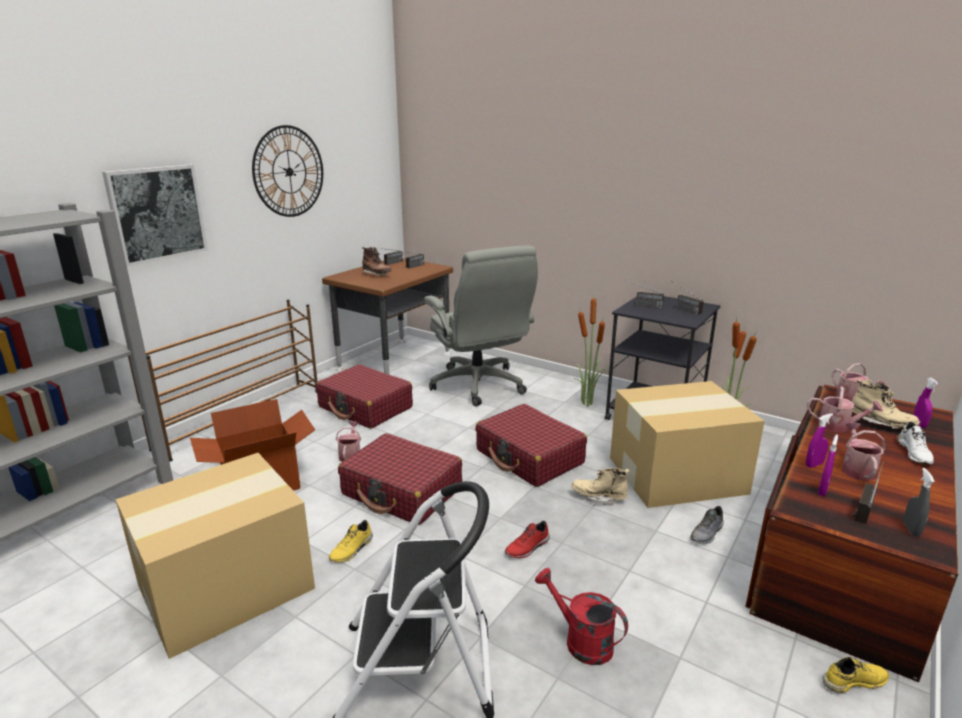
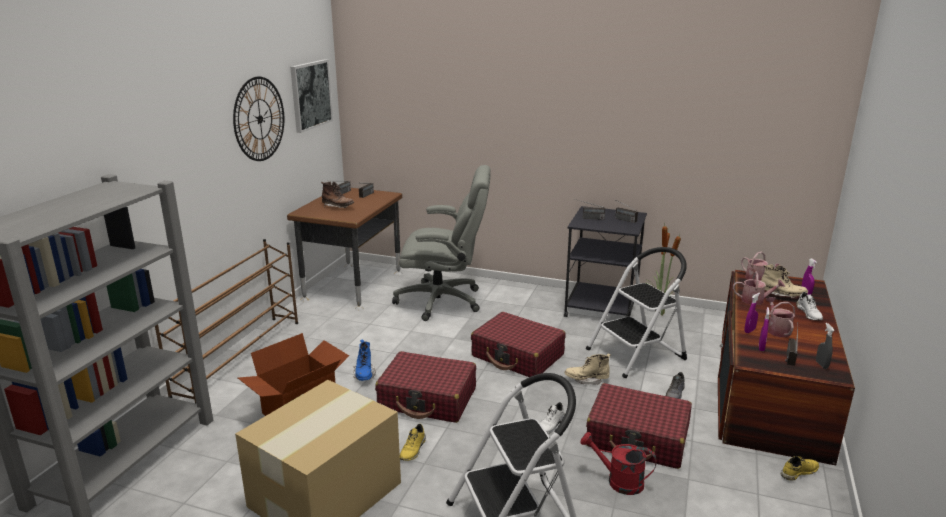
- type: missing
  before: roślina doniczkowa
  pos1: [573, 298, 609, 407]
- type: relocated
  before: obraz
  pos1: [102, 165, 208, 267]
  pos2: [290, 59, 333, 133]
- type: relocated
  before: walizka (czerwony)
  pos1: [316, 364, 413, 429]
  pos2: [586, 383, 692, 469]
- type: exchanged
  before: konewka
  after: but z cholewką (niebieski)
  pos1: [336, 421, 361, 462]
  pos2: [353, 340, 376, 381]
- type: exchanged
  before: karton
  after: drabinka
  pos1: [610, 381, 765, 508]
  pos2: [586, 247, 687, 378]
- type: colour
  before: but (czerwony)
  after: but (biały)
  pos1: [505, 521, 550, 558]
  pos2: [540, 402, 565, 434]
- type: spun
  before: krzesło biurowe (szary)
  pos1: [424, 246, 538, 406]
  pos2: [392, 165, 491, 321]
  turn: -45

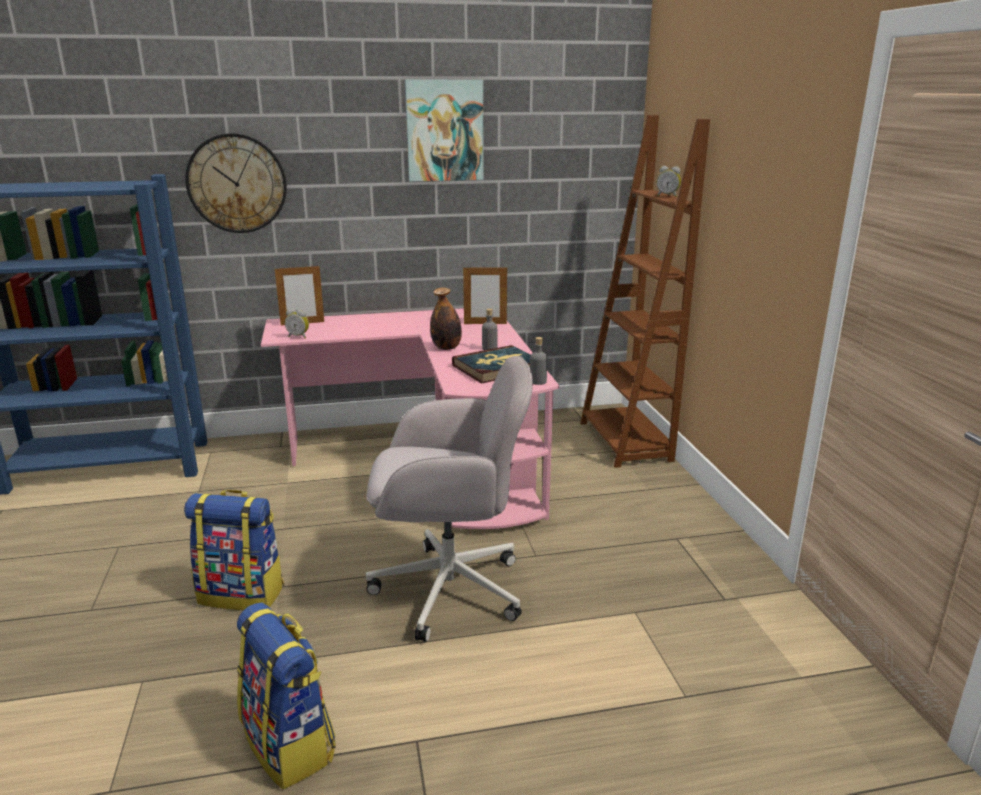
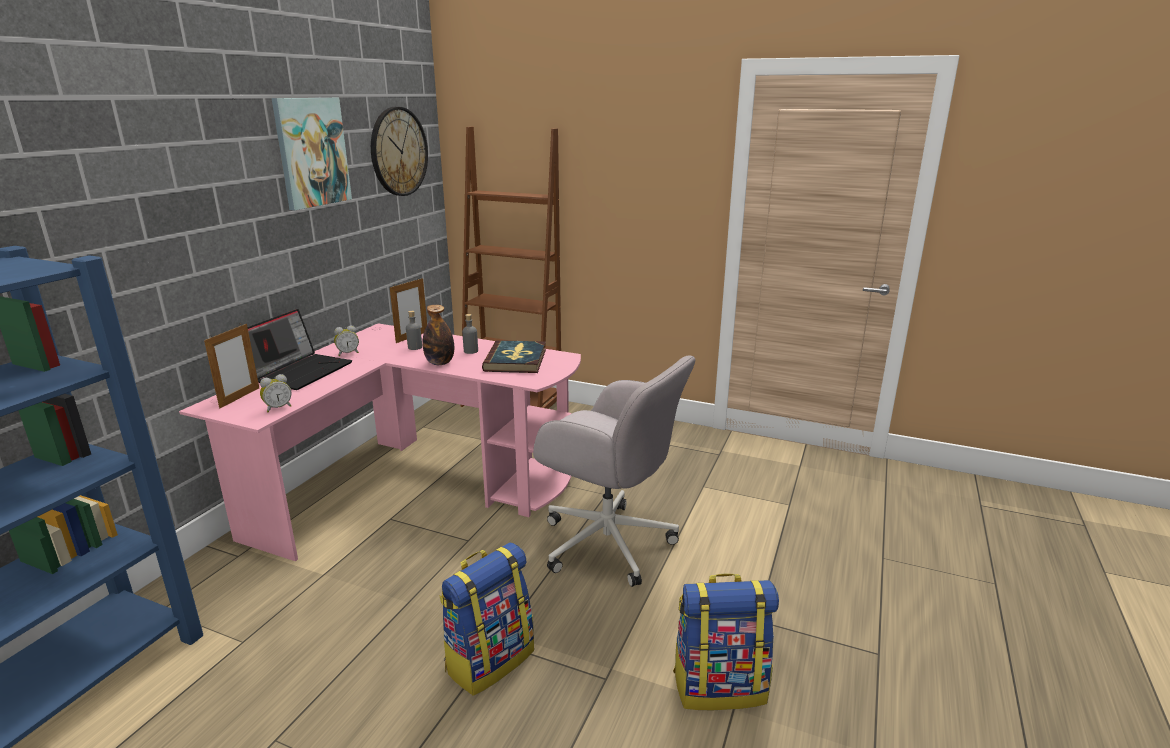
- type: appeared
  after: laptop
  pos2: [248, 309, 352, 390]
- type: relocated
  before: zegar ścienny
  pos1: [185, 133, 287, 233]
  pos2: [371, 107, 428, 196]
- type: relocated
  before: butelka (szary)
  pos1: [530, 337, 547, 385]
  pos2: [406, 311, 422, 350]
- type: relocated
  before: budzik
  pos1: [657, 166, 681, 197]
  pos2: [334, 325, 359, 356]
- type: spun
  before: krzesło biurowe (szary)
  pos1: [366, 356, 533, 642]
  pos2: [533, 356, 695, 587]
  turn: 90

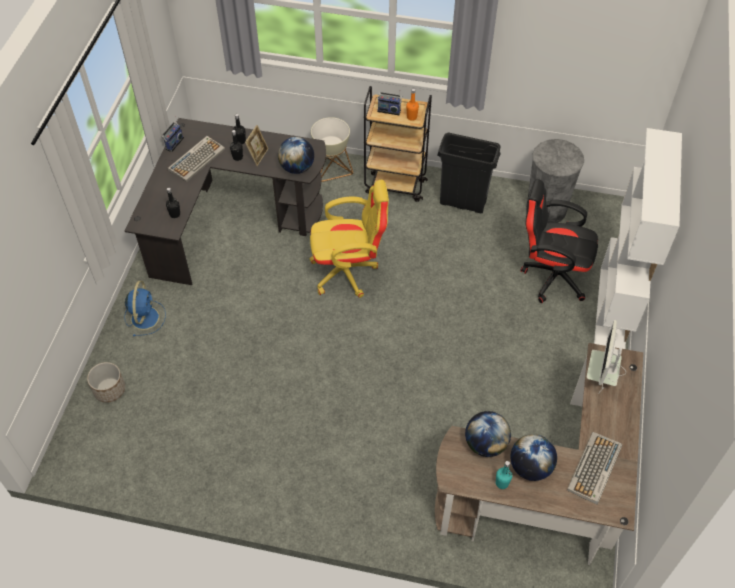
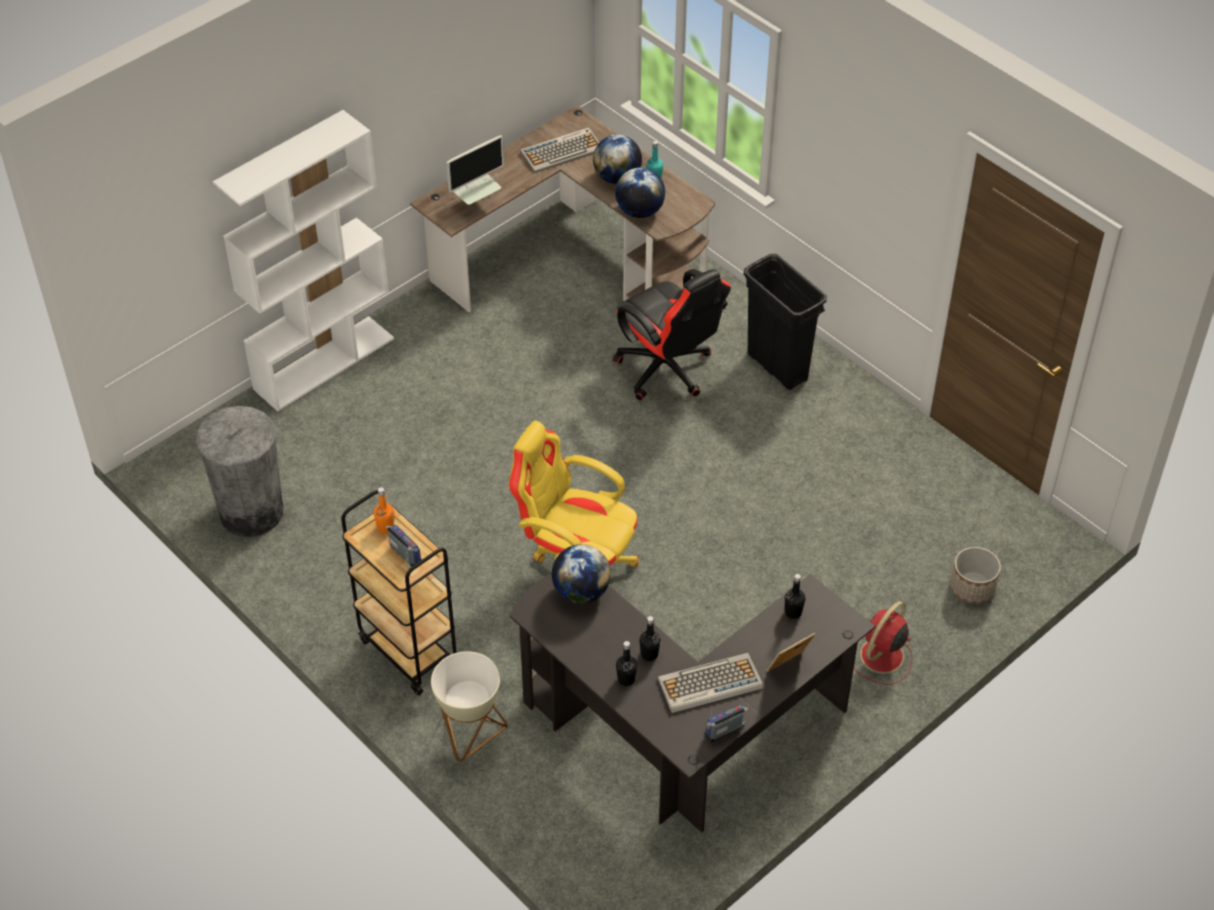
- type: relocated
  before: ramka na zdjęcie
  pos1: [245, 125, 268, 166]
  pos2: [766, 633, 816, 672]
- type: relocated
  before: kosz na śmieci (czarny)
  pos1: [437, 132, 501, 214]
  pos2: [743, 254, 827, 390]
- type: relocated
  before: krzesło biurowe (czarny)
  pos1: [521, 179, 598, 303]
  pos2: [612, 269, 731, 400]
- type: colour
  before: wentylator (niebieski)
  after: wentylator (czerwony)
  pos1: [124, 281, 166, 336]
  pos2: [854, 601, 912, 685]

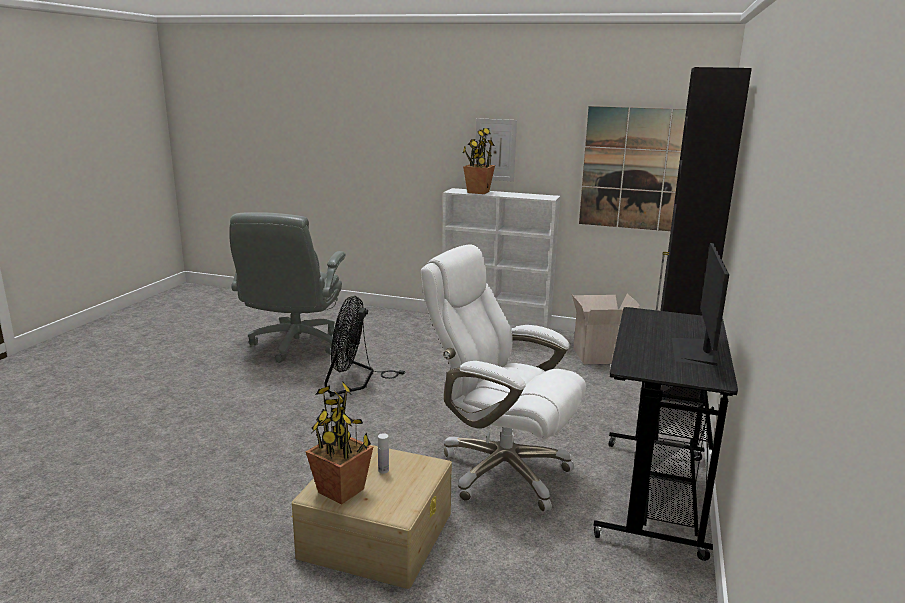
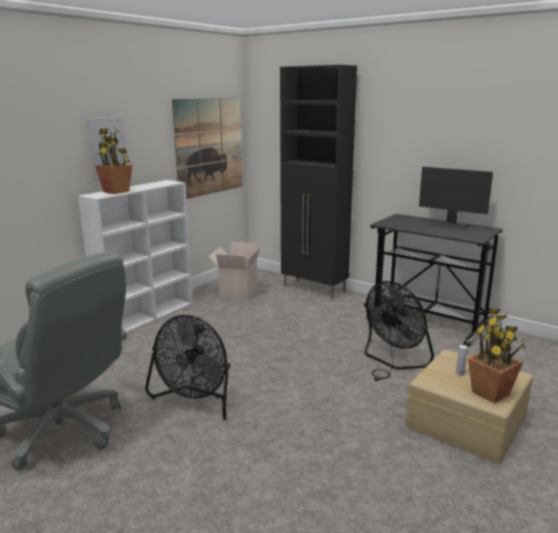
- type: exchanged
  before: krzesło biurowe (biały)
  after: wentylator (czarny)
  pos1: [421, 244, 586, 512]
  pos2: [364, 281, 434, 381]

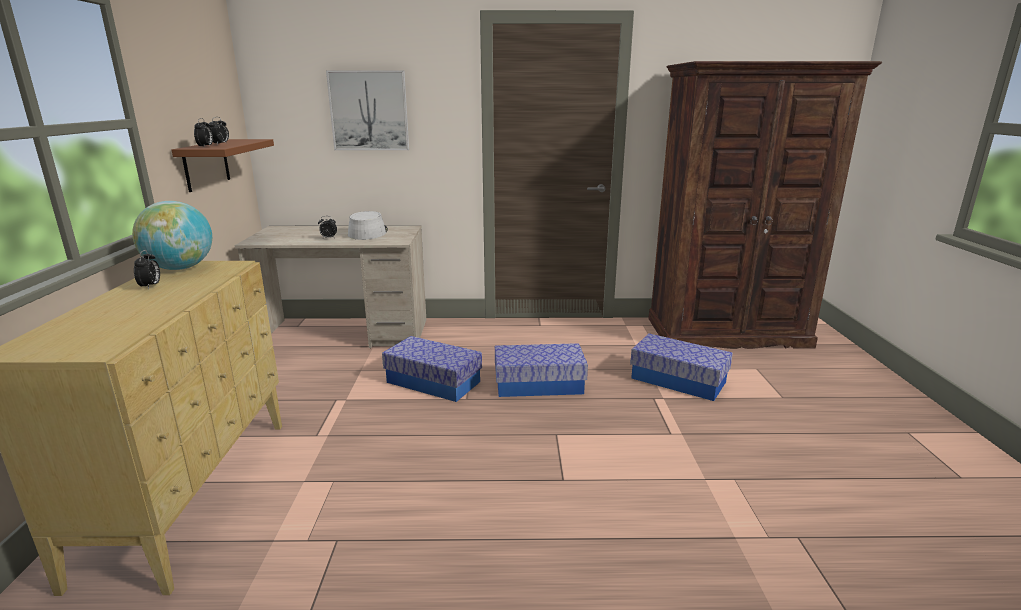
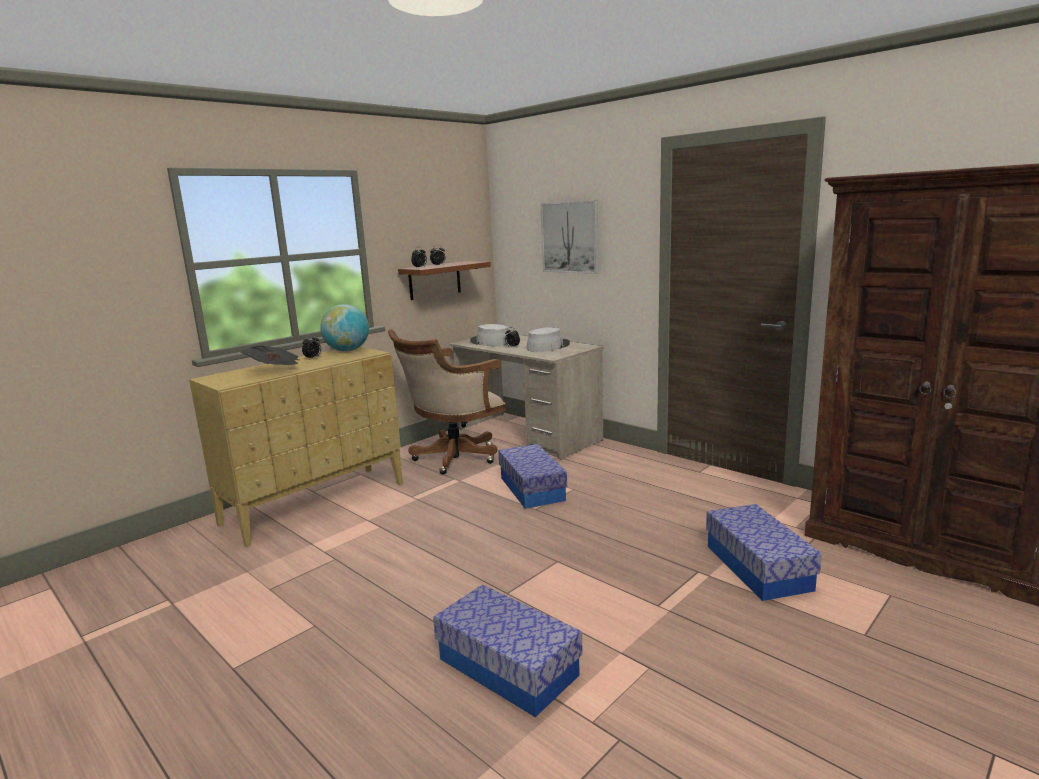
- type: appeared
  after: gazeta
  pos2: [241, 346, 299, 365]
- type: appeared
  after: krzesło biurowe
  pos2: [388, 329, 506, 474]
- type: appeared
  after: kapelusz (szary)
  pos2: [470, 324, 508, 346]
- type: relocated
  before: pojemnik do przechowywania
  pos1: [495, 343, 588, 397]
  pos2: [433, 584, 583, 717]

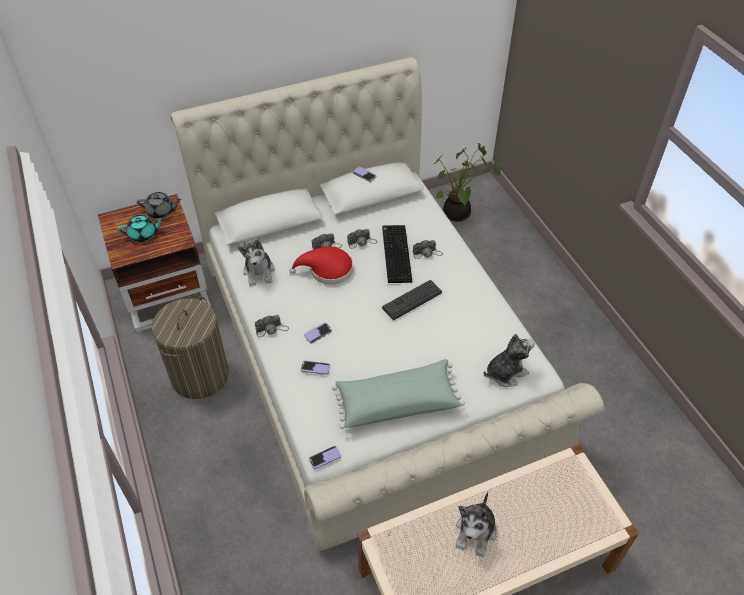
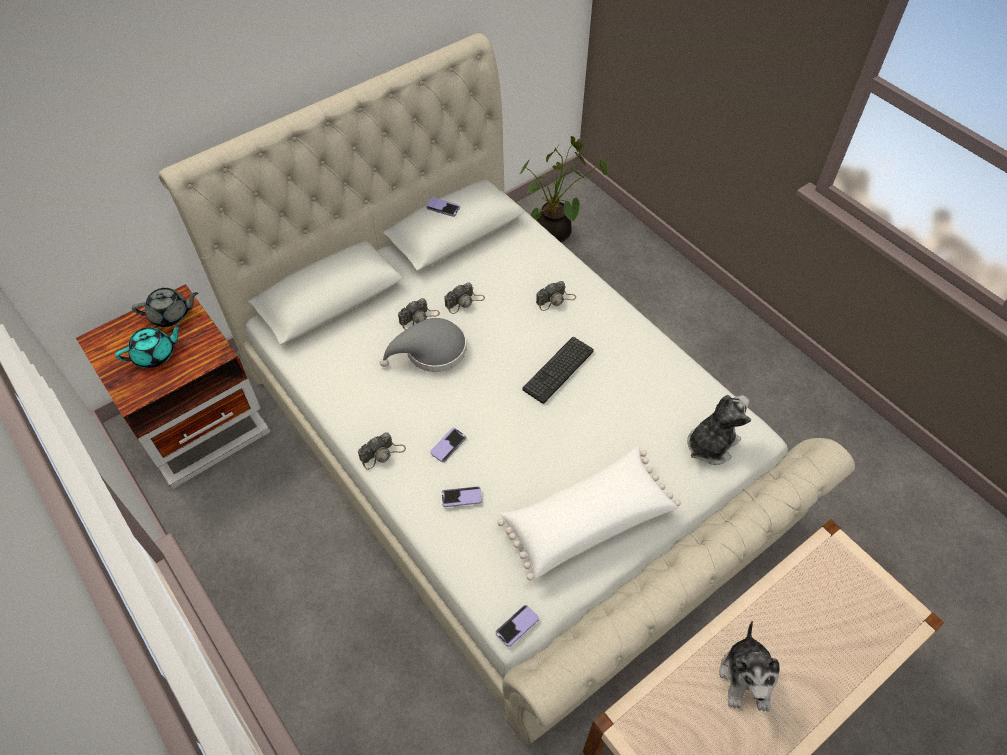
- type: missing
  before: kosz na pranie
  pos1: [152, 296, 229, 399]
- type: missing
  before: pluszak
  pos1: [238, 240, 275, 286]
- type: missing
  before: klawiatura
  pos1: [382, 225, 412, 283]
- type: colour
  before: kapelusz (czerwony)
  after: kapelusz (szary)
  pos1: [289, 247, 353, 285]
  pos2: [380, 318, 467, 372]
- type: colour
  before: poduszka (zielony)
  after: poduszka (biały)
  pos1: [332, 359, 465, 429]
  pos2: [497, 446, 681, 581]

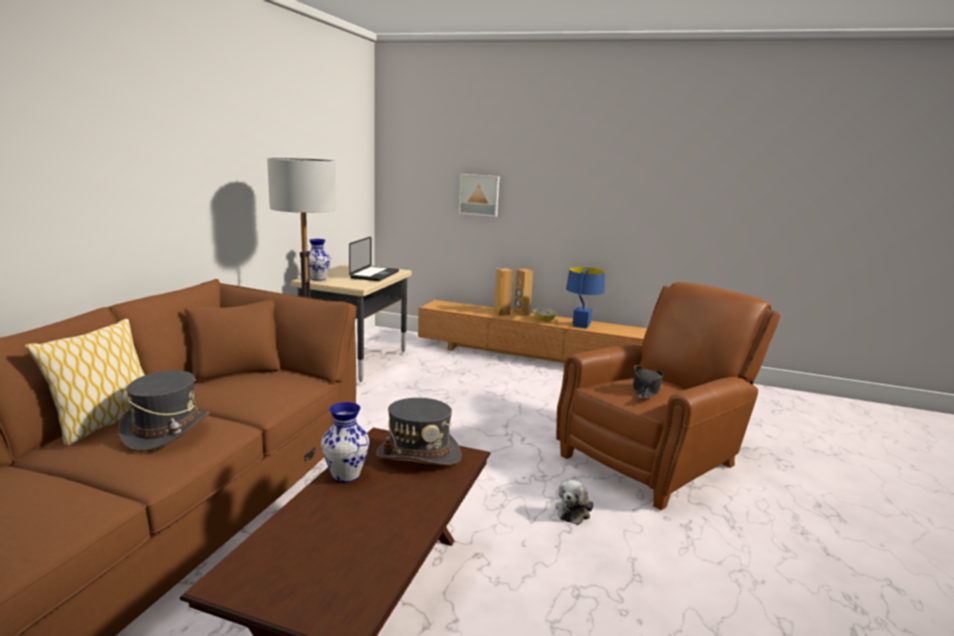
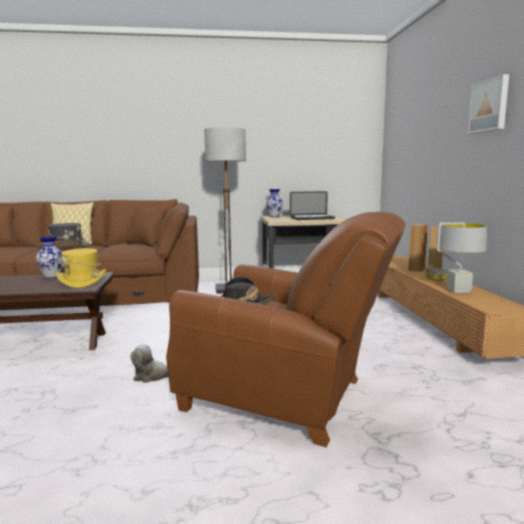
- type: relocated
  before: obraz
  pos1: [459, 174, 500, 217]
  pos2: [468, 74, 509, 134]
- type: colour
  before: kapelusz (szary)
  after: kapelusz (żółty)
  pos1: [376, 398, 462, 465]
  pos2: [56, 248, 106, 288]
- type: colour
  before: lampa stołowa (niebieski)
  after: lampa stołowa (szary)
  pos1: [566, 267, 605, 328]
  pos2: [437, 222, 487, 293]

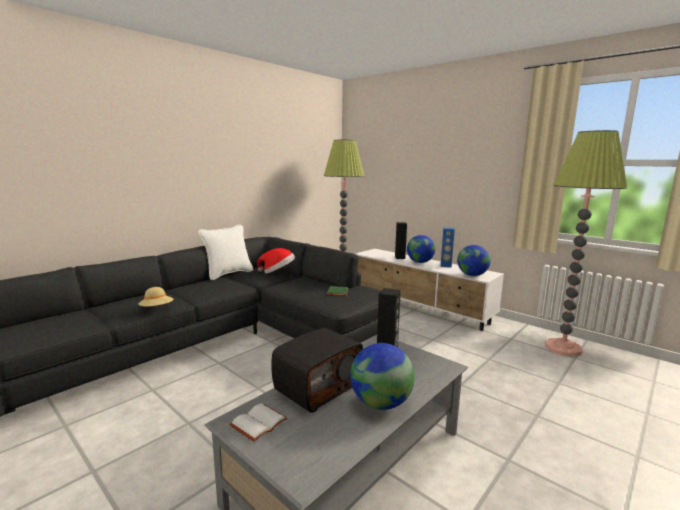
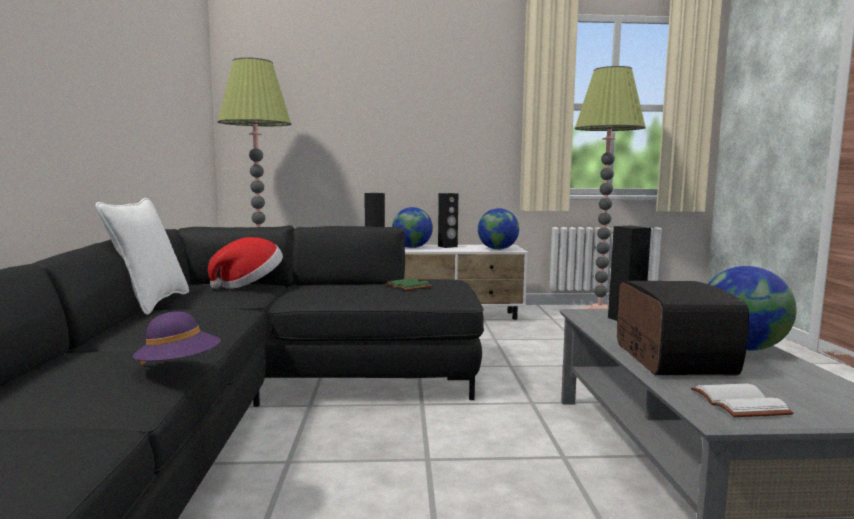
- type: colour
  before: kapelusz (beżowy)
  after: kapelusz (fioletowy)
  pos1: [138, 287, 174, 307]
  pos2: [133, 311, 221, 365]
- type: colour
  before: głośnik (niebieski)
  after: głośnik (czarny)
  pos1: [441, 227, 455, 268]
  pos2: [438, 193, 458, 248]

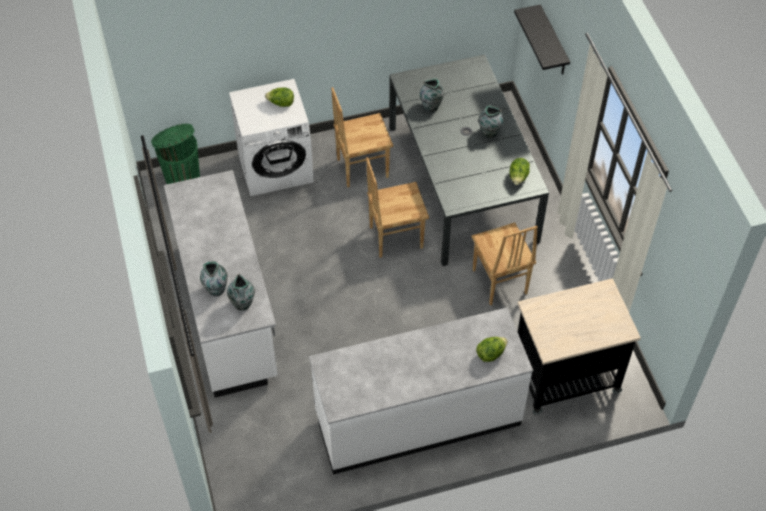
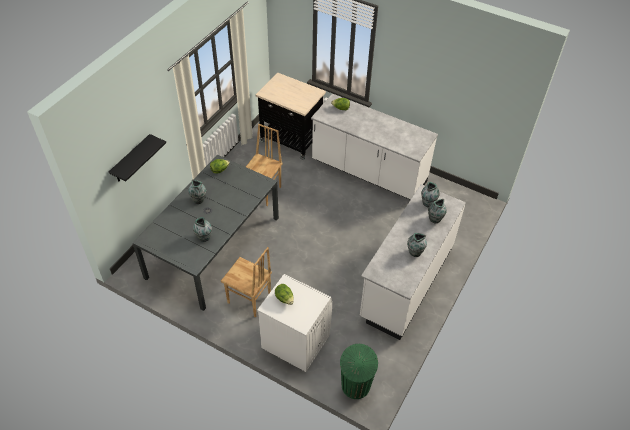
- type: missing
  before: krzesło (brązowy)
  pos1: [366, 157, 429, 258]
- type: appeared
  after: wazon
  pos2: [407, 233, 427, 257]

